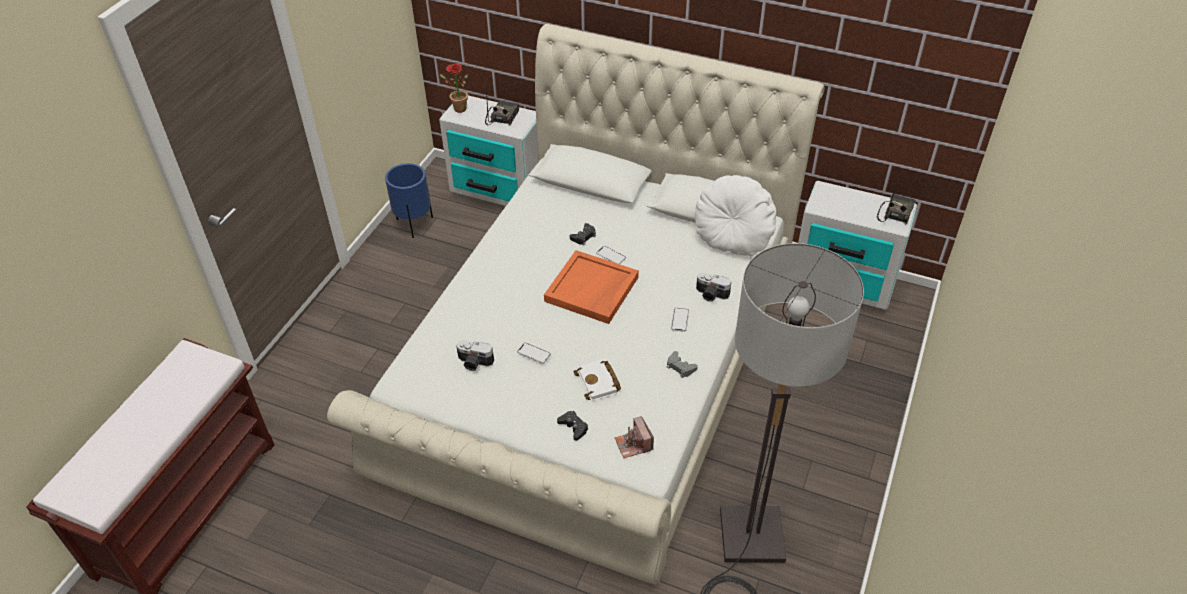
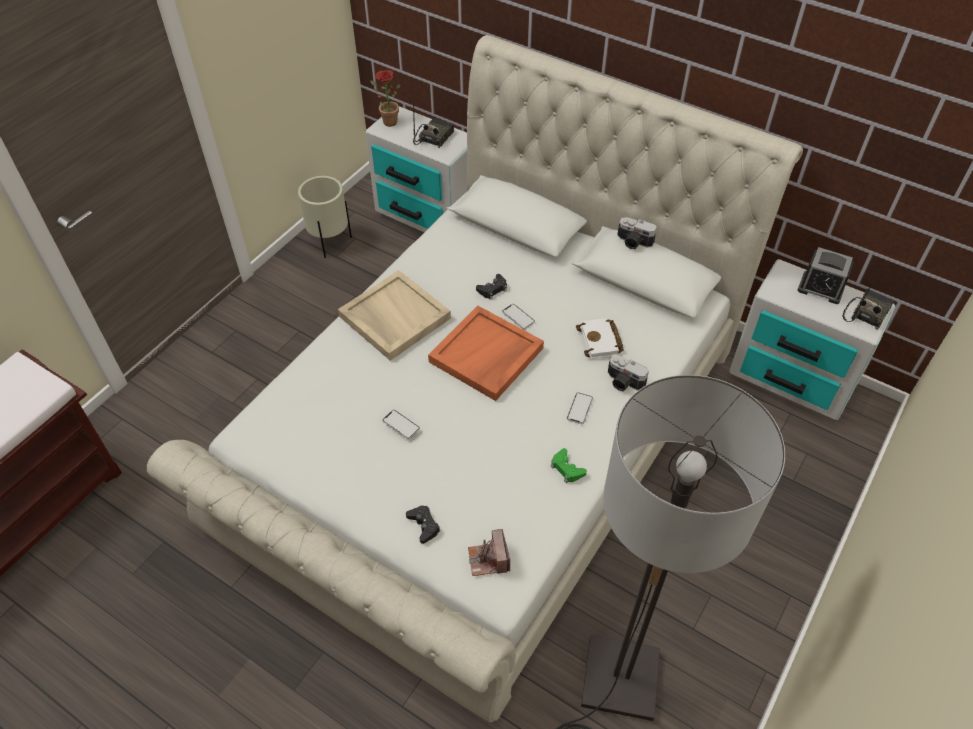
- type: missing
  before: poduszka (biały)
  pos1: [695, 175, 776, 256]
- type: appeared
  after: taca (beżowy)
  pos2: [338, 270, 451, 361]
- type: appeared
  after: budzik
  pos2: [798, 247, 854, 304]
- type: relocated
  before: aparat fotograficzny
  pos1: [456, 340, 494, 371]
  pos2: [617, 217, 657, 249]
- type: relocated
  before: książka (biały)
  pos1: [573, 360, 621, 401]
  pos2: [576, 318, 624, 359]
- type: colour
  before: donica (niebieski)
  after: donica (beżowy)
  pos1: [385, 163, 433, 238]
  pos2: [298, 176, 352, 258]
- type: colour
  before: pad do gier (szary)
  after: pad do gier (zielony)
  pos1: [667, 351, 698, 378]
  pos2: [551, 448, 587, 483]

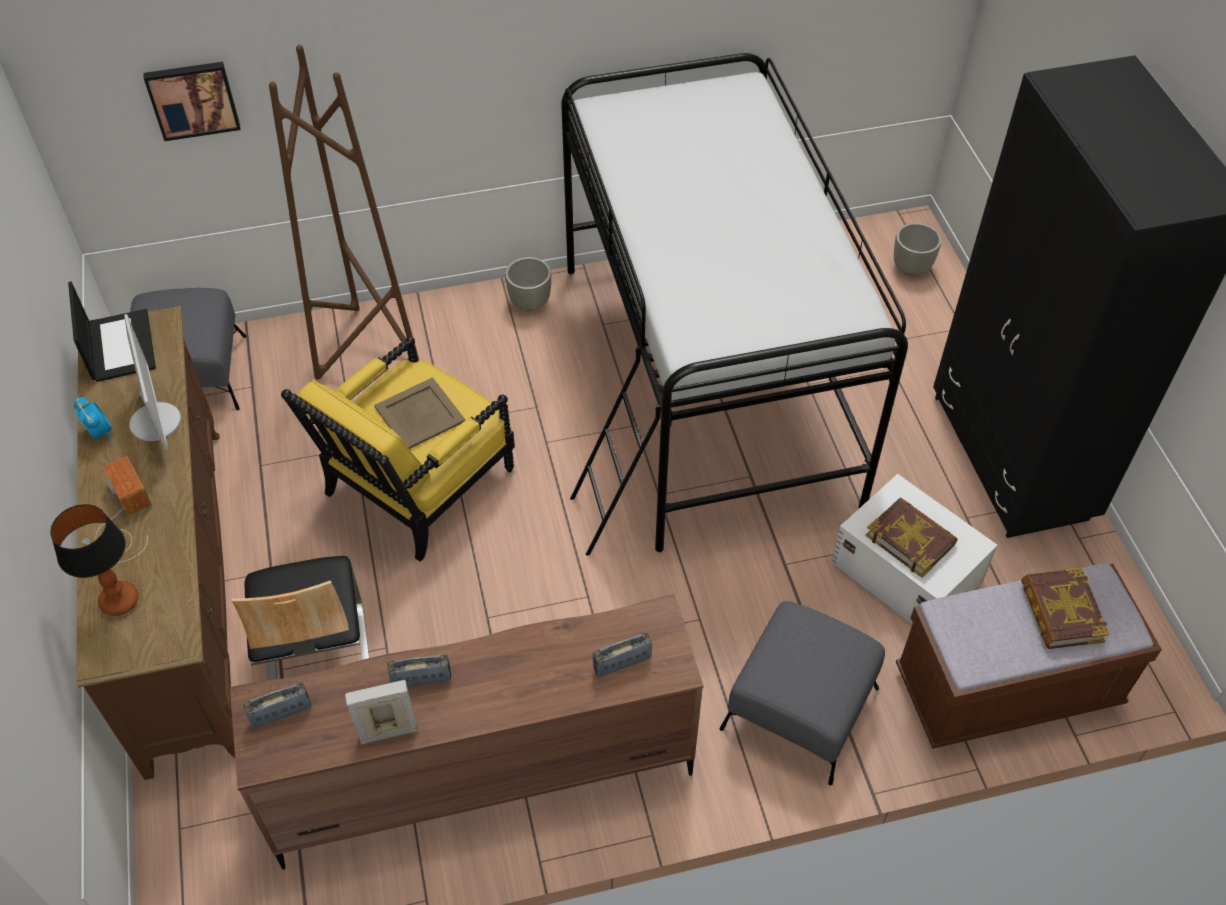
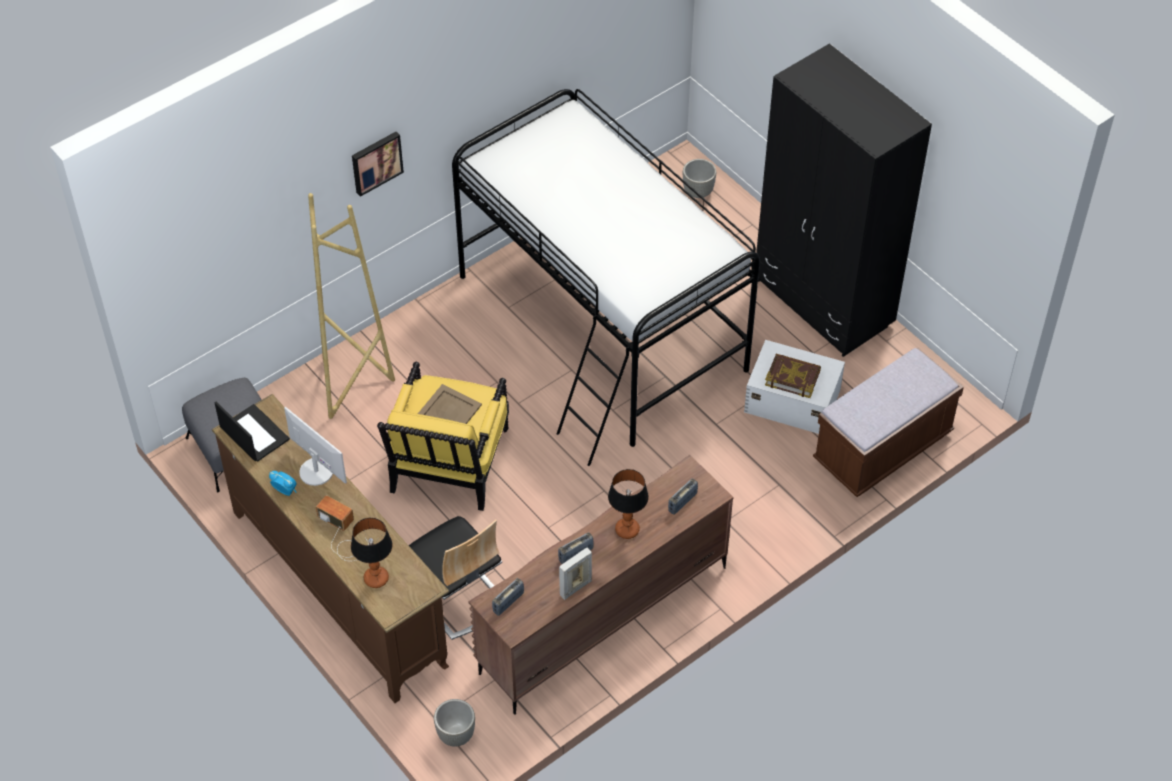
- type: missing
  before: pufa (szary)
  pos1: [720, 601, 885, 785]
- type: missing
  before: książka
  pos1: [1021, 568, 1110, 649]
- type: appeared
  after: lampa stołowa
  pos2: [608, 469, 649, 539]
- type: relocated
  before: obraz
  pos1: [143, 62, 241, 141]
  pos2: [352, 132, 404, 197]
- type: relocated
  before: donica (szary)
  pos1: [505, 257, 551, 311]
  pos2: [434, 699, 475, 747]
- type: colour
  before: wieszak (brązowy)
  after: wieszak (żółty)
  pos1: [269, 45, 419, 380]
  pos2: [308, 193, 395, 419]

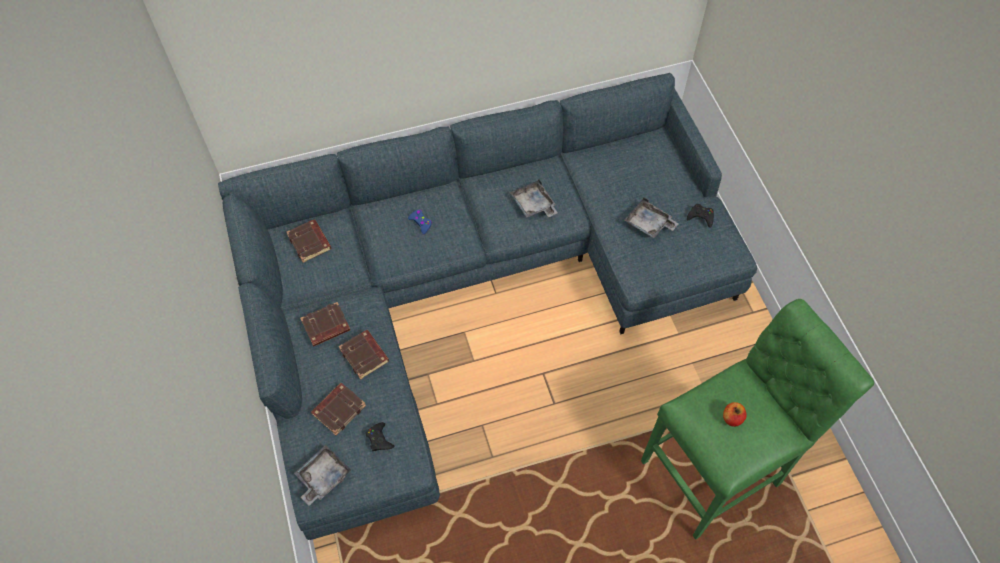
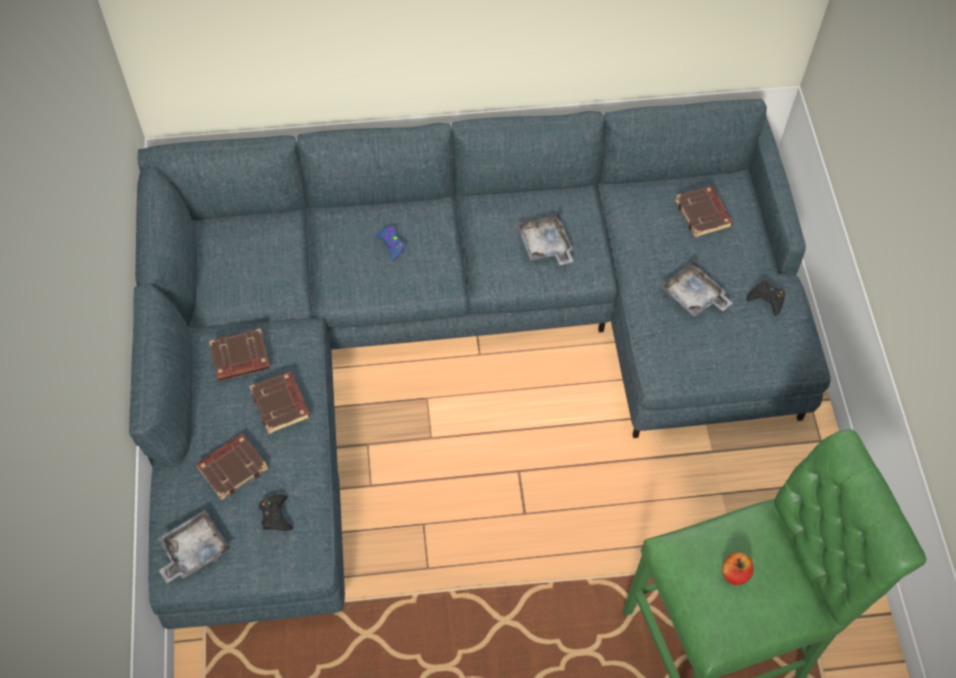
- type: relocated
  before: książka (brązowy)
  pos1: [287, 219, 332, 263]
  pos2: [675, 186, 733, 238]

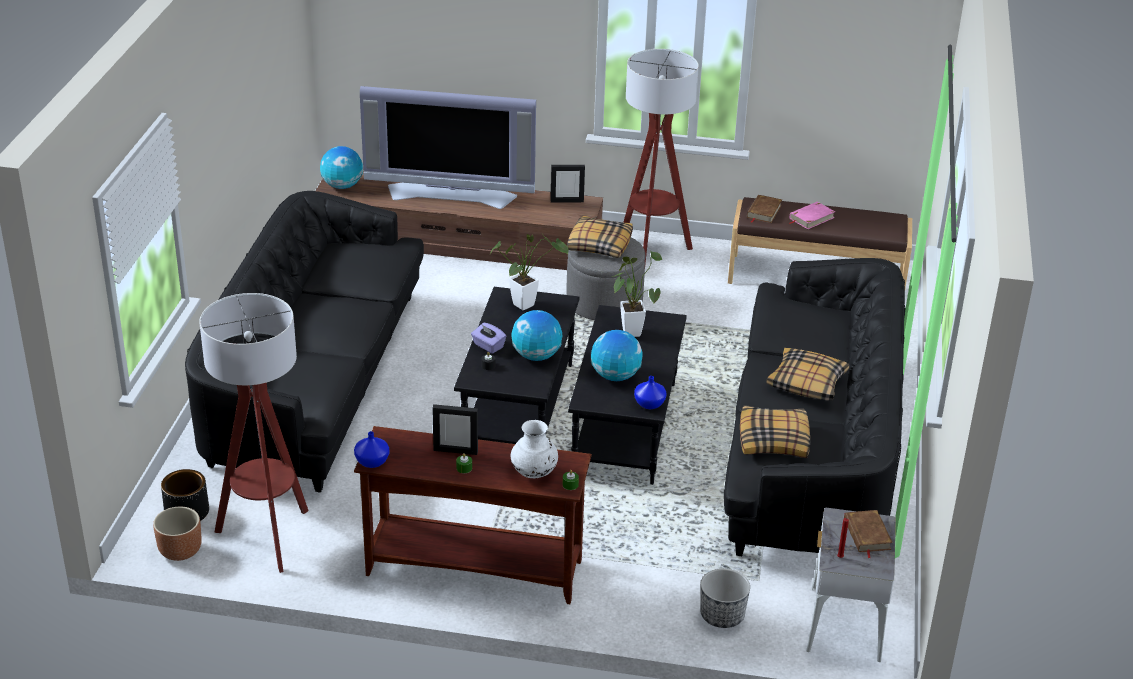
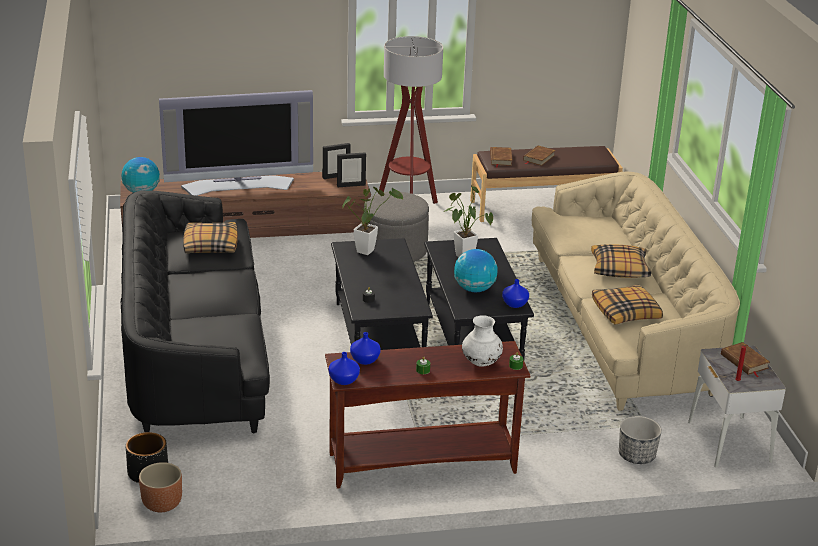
- type: missing
  before: lampa stojąca
  pos1: [199, 293, 309, 573]
- type: missing
  before: pudełko chusteczek (fioletowy)
  pos1: [471, 323, 506, 354]
- type: missing
  before: globus
  pos1: [511, 310, 562, 361]
- type: appeared
  after: wazon (niebieski)
  pos2: [350, 332, 381, 365]
- type: relocated
  before: ramka na zdjęcie
  pos1: [432, 404, 478, 455]
  pos2: [337, 153, 366, 187]
- type: relocated
  before: poduszka
  pos1: [567, 216, 633, 258]
  pos2: [183, 222, 238, 253]
- type: colour
  before: kanapa (czarny)
  after: kanapa (beżowy)
  pos1: [724, 258, 905, 556]
  pos2: [532, 172, 740, 411]
- type: colour
  before: książka (różowy)
  after: książka (brązowy)
  pos1: [789, 202, 835, 229]
  pos2: [523, 145, 556, 166]

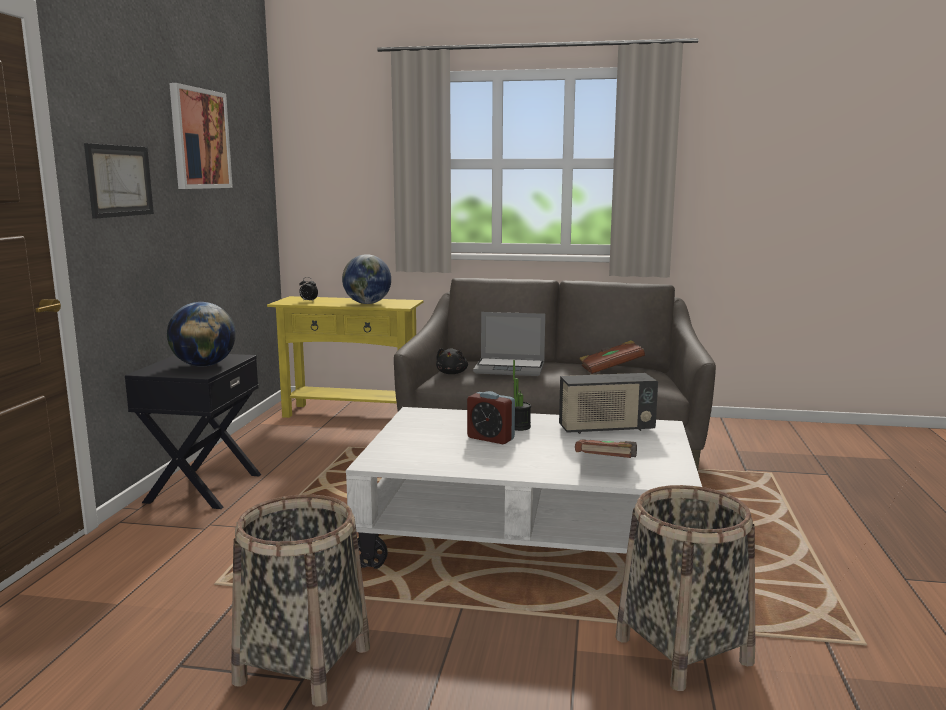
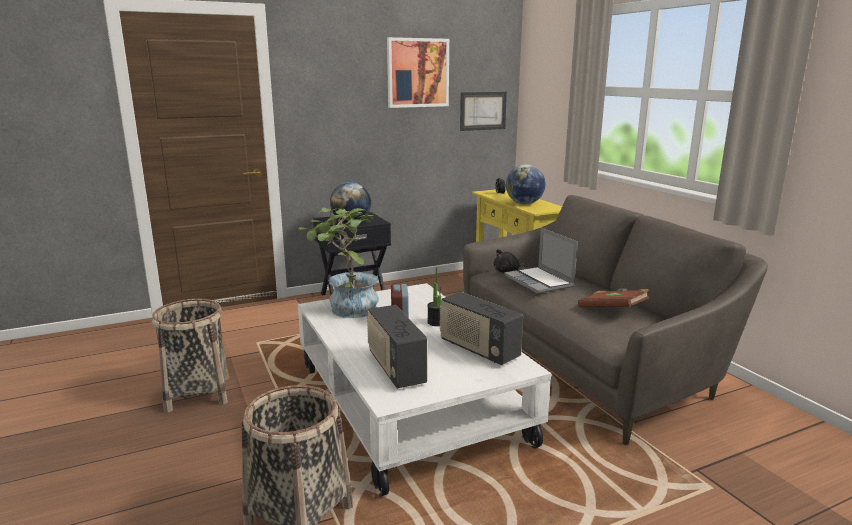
- type: appeared
  after: roślina doniczkowa
  pos2: [298, 208, 379, 318]
- type: relocated
  before: obraz
  pos1: [84, 143, 154, 219]
  pos2: [460, 92, 507, 131]
- type: exchanged
  before: książka (brązowy)
  after: radio
  pos1: [575, 440, 637, 458]
  pos2: [367, 305, 427, 388]

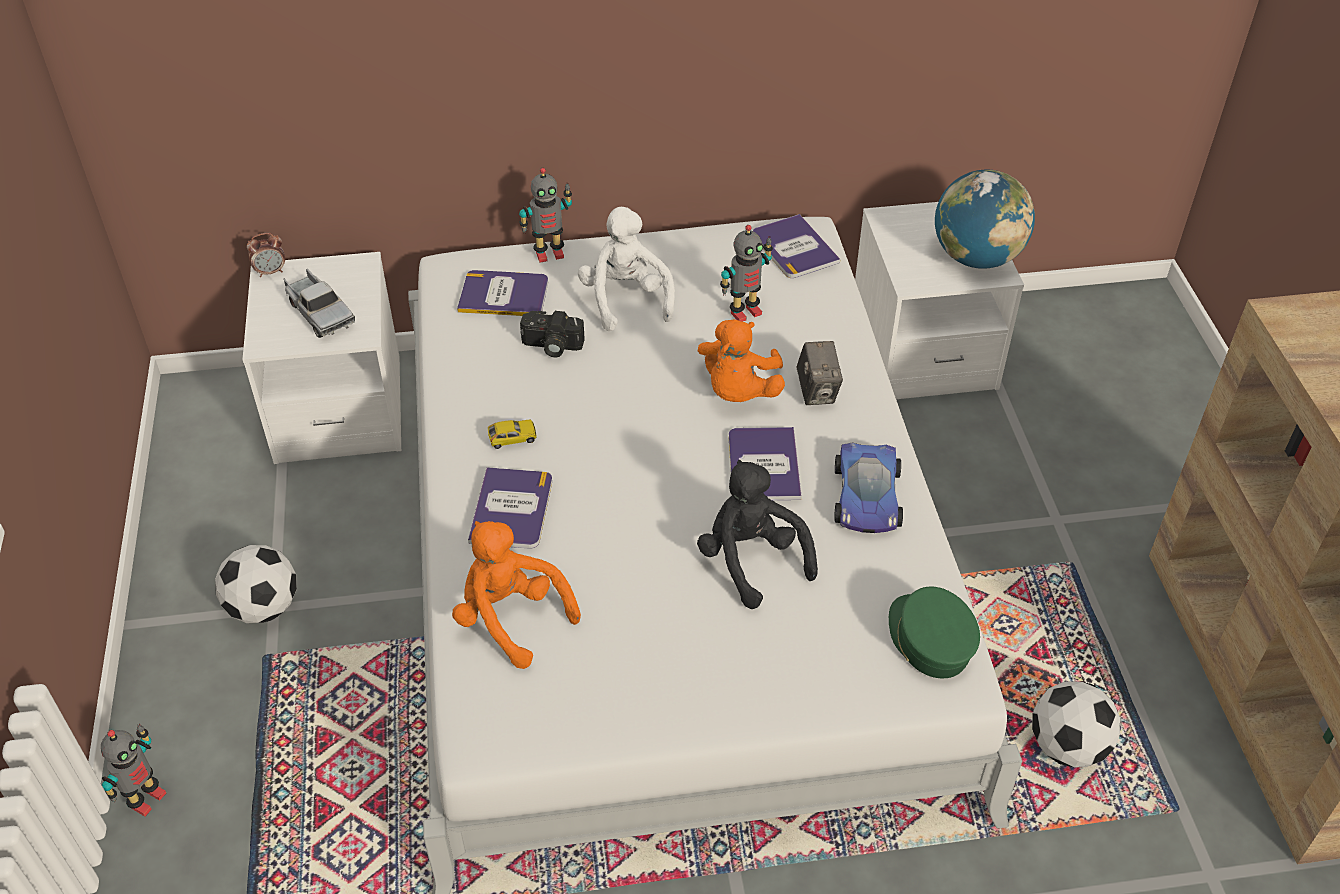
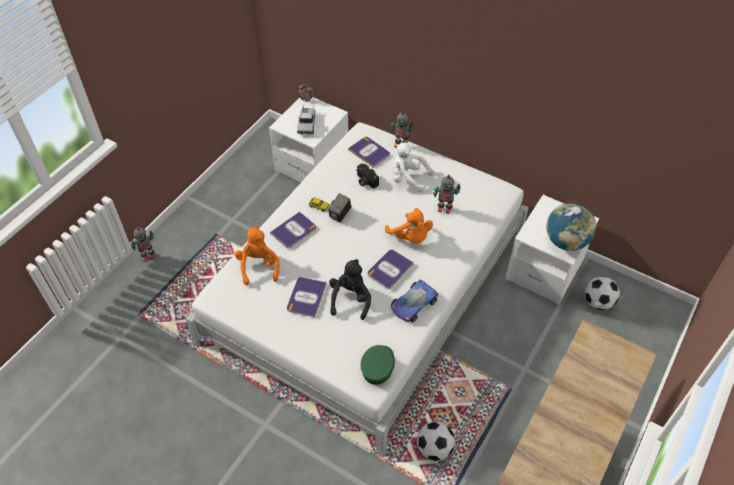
- type: relocated
  before: piłka futbolowa
  pos1: [215, 545, 297, 623]
  pos2: [585, 276, 620, 310]
- type: relocated
  before: książka
  pos1: [753, 214, 840, 278]
  pos2: [287, 277, 327, 317]
- type: relocated
  before: aparat fotograficzny
  pos1: [796, 341, 843, 405]
  pos2: [328, 193, 351, 223]
- type: spun
  before: pluszak (biały)
  pos1: [578, 207, 675, 331]
  pos2: [393, 143, 434, 193]
  turn: -90
- type: spun
  before: pluszak (pomarańczowy)
  pos1: [698, 319, 785, 402]
  pos2: [385, 208, 433, 243]
  turn: -90

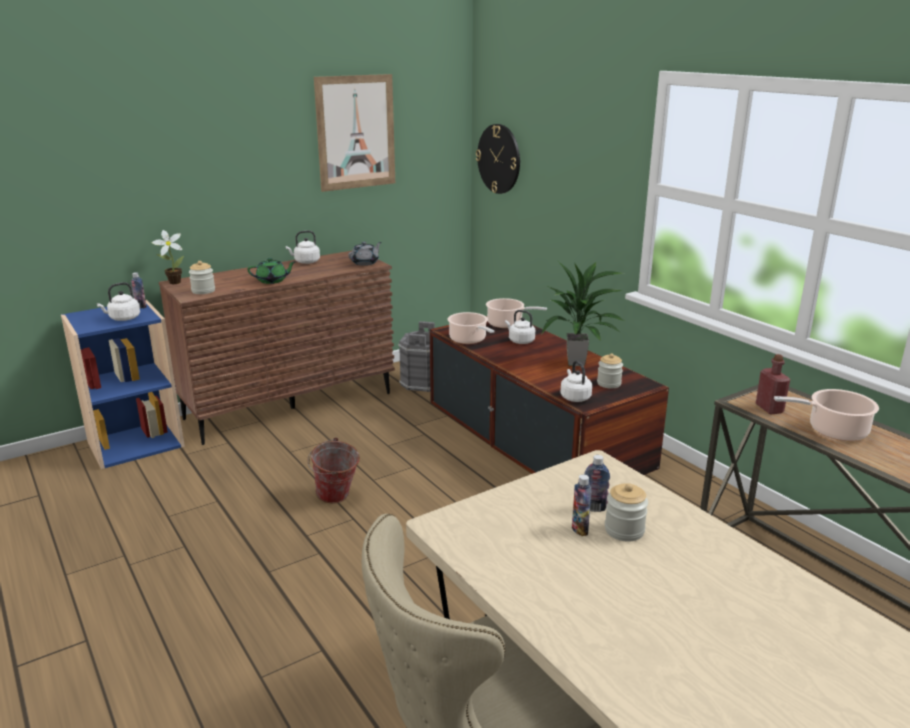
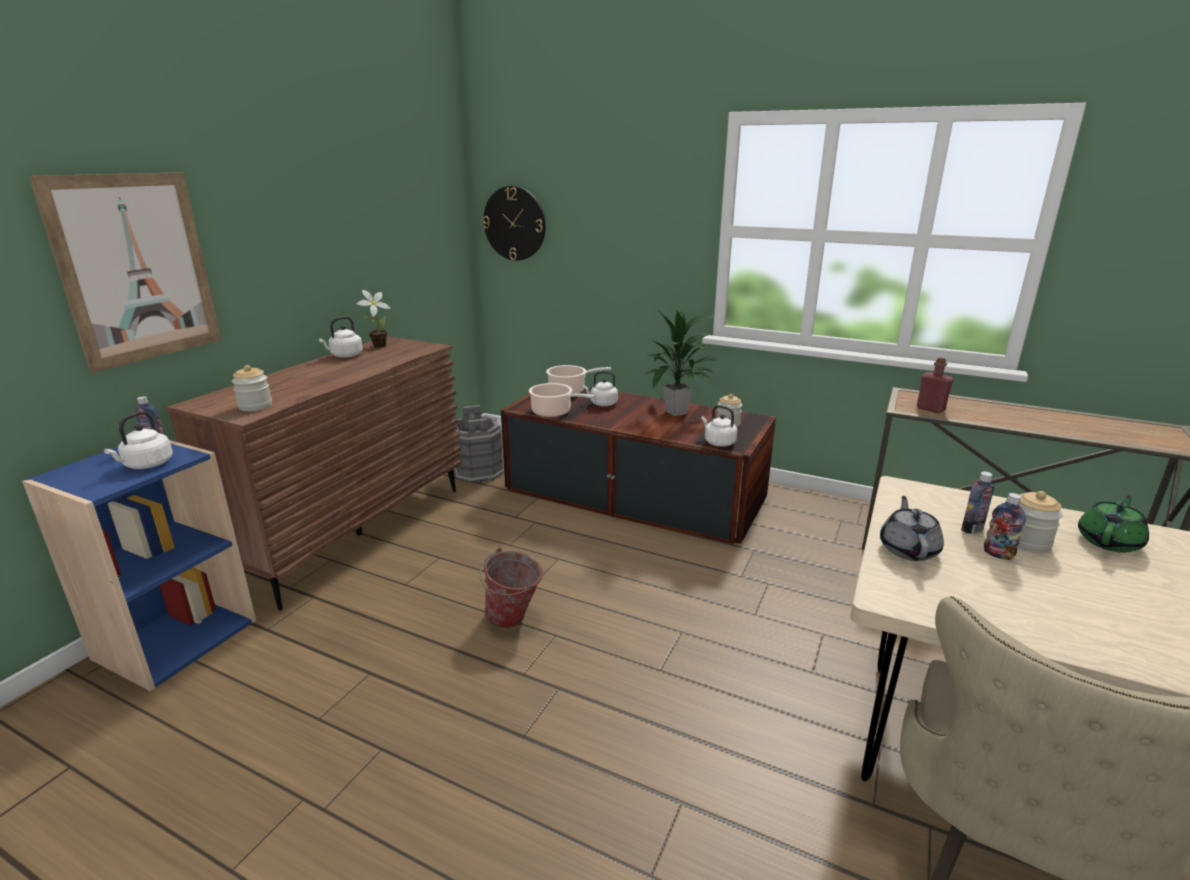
- type: missing
  before: garnek
  pos1: [774, 389, 879, 441]
- type: relocated
  before: roślina doniczkowa
  pos1: [151, 230, 184, 284]
  pos2: [357, 290, 391, 348]
- type: relocated
  before: imbryk (zielony)
  pos1: [247, 258, 296, 284]
  pos2: [1078, 496, 1149, 553]
- type: relocated
  before: obraz
  pos1: [314, 74, 395, 192]
  pos2: [29, 172, 221, 373]
- type: relocated
  before: imbryk (szary)
  pos1: [348, 242, 381, 266]
  pos2: [880, 496, 944, 561]

